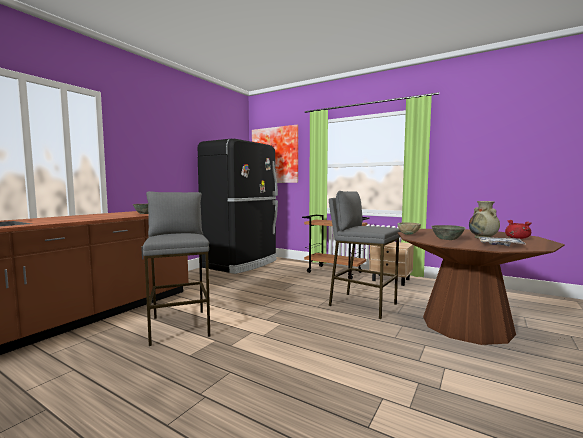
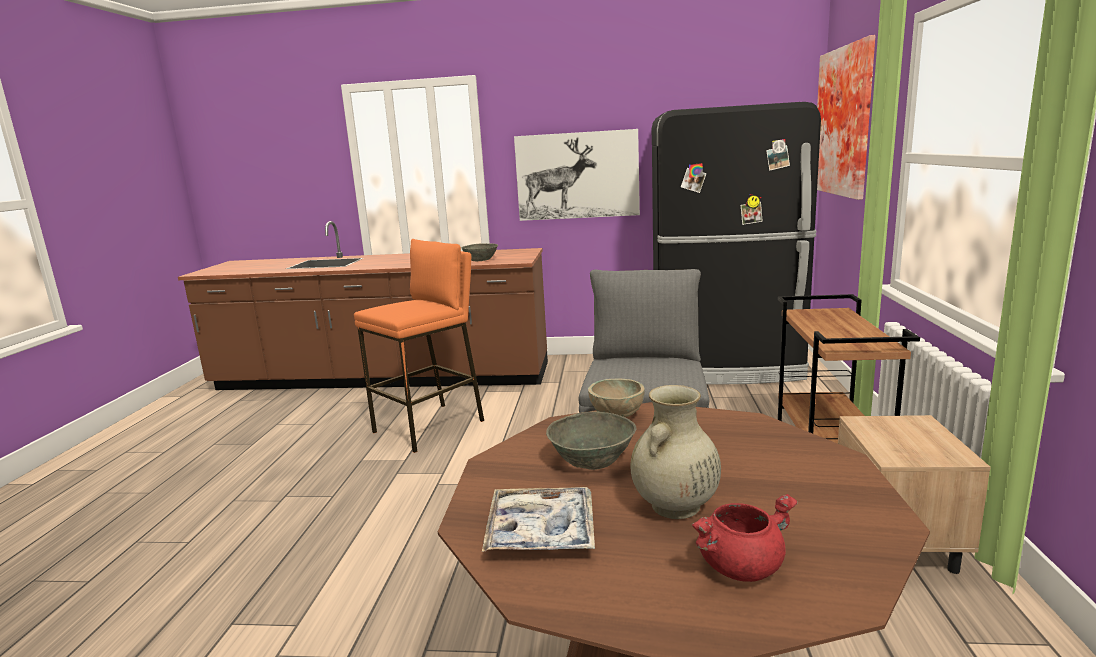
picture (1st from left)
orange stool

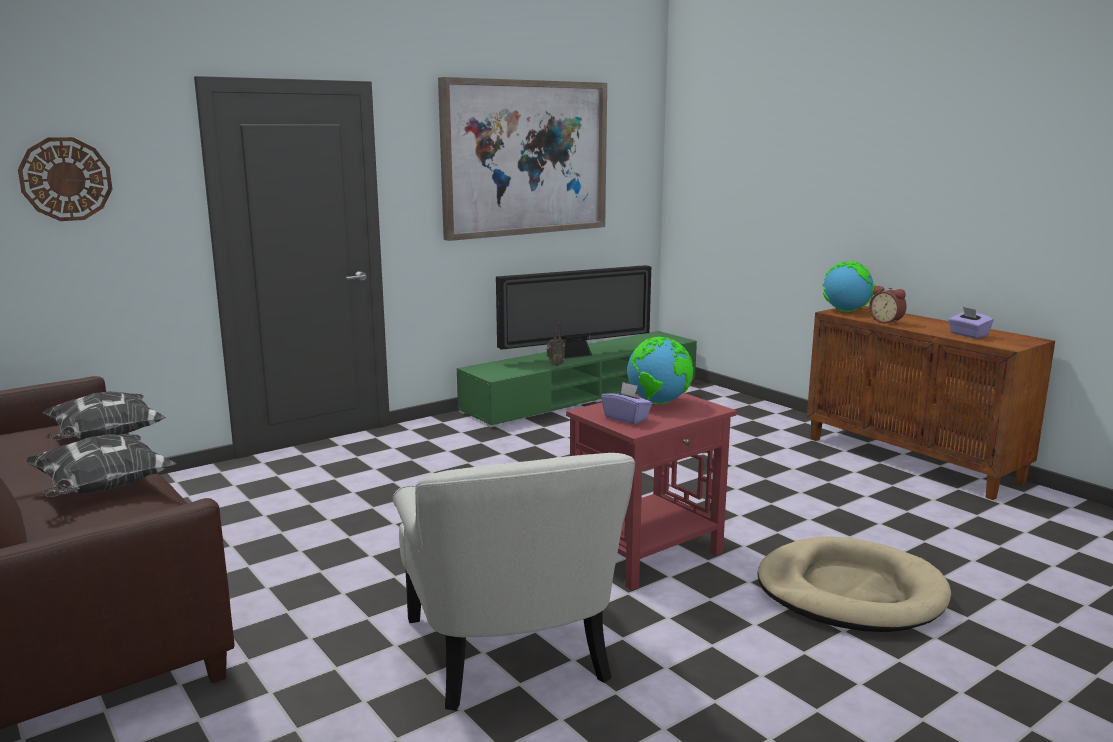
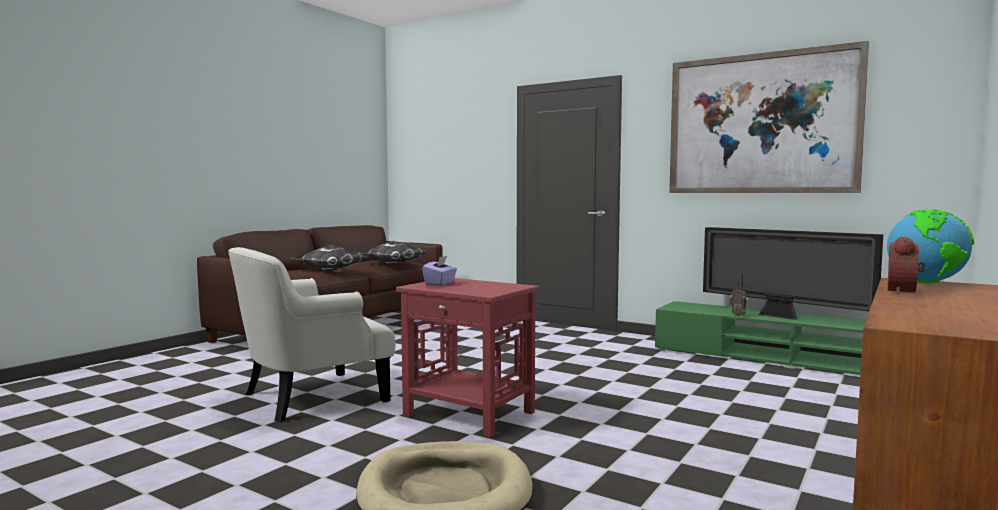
hanging clock
desk globe (1st from left in the first image)
purple-coloured tissue holder (2nd from left in the first image)

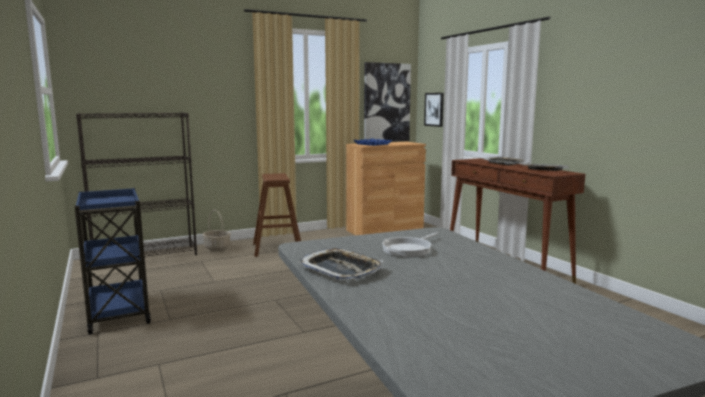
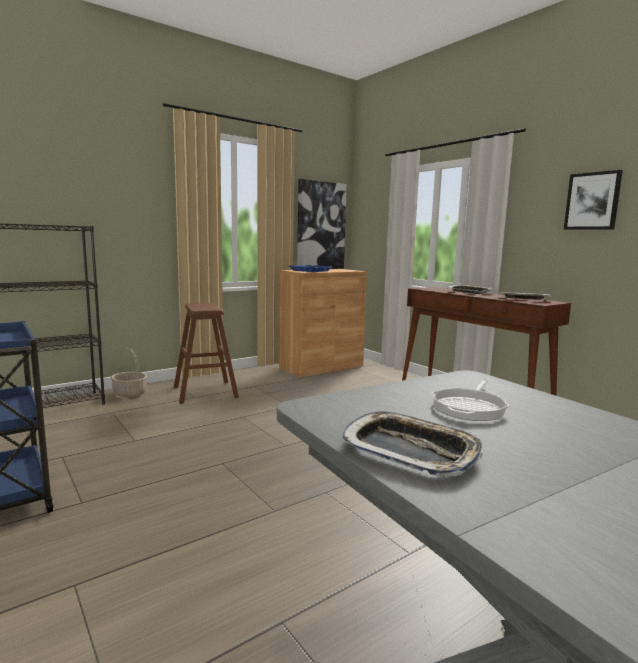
picture (2nd from left)

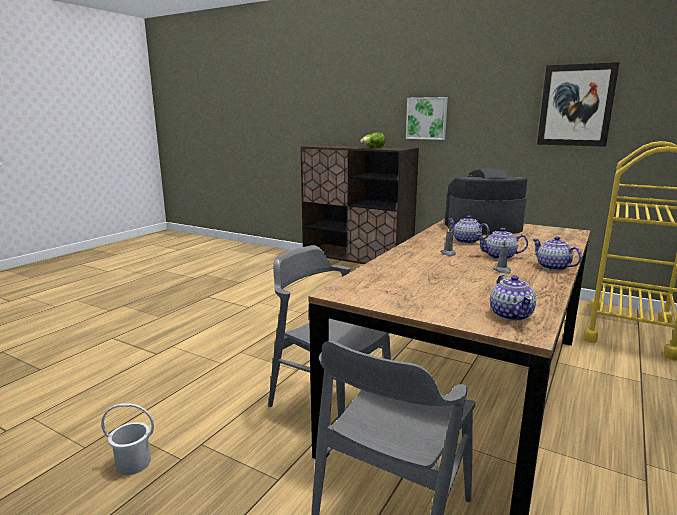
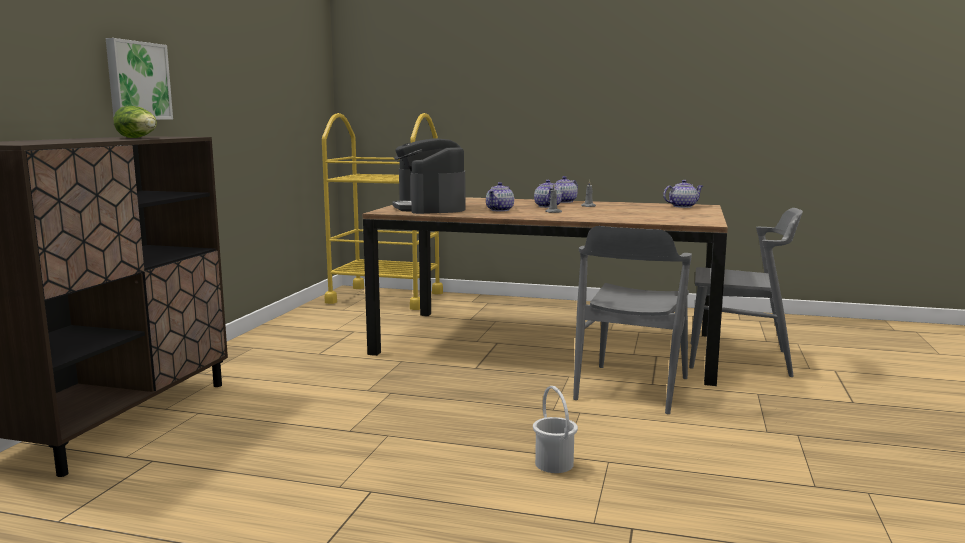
picture (2nd from left in the first image)
white bucket

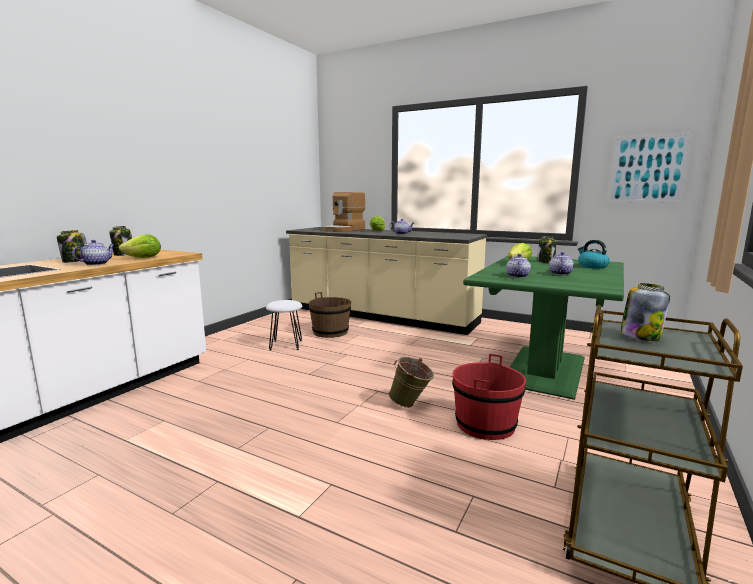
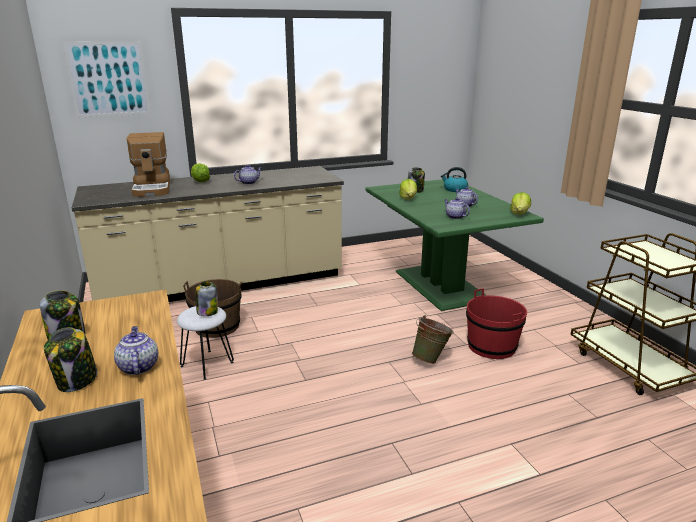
lettuce (3rd from left)
picture
jar (3rd from left)

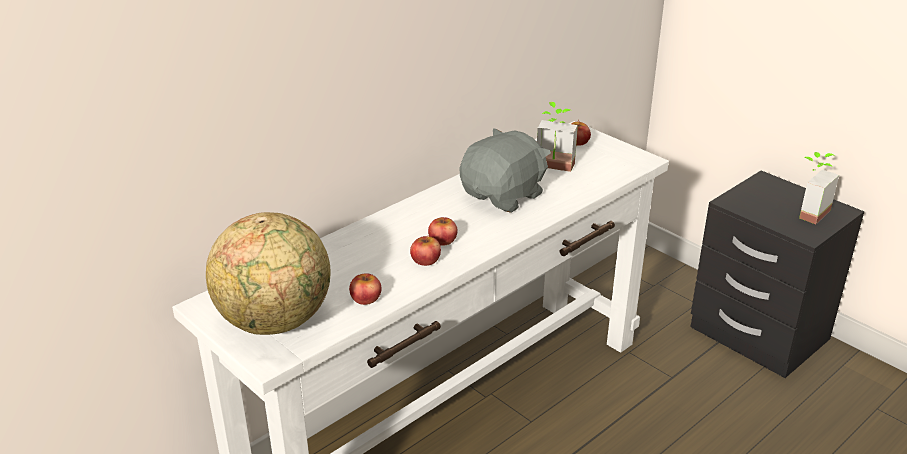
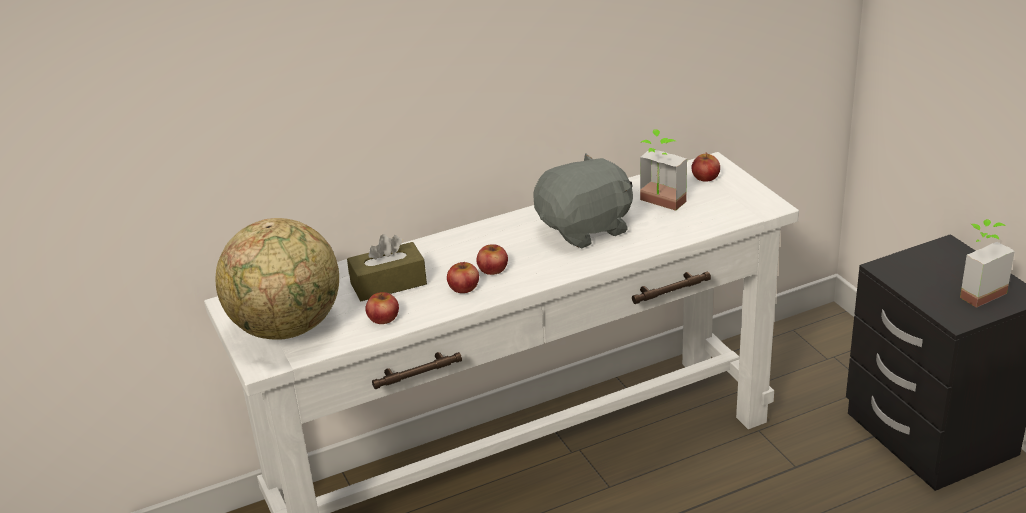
brownish tissue holder

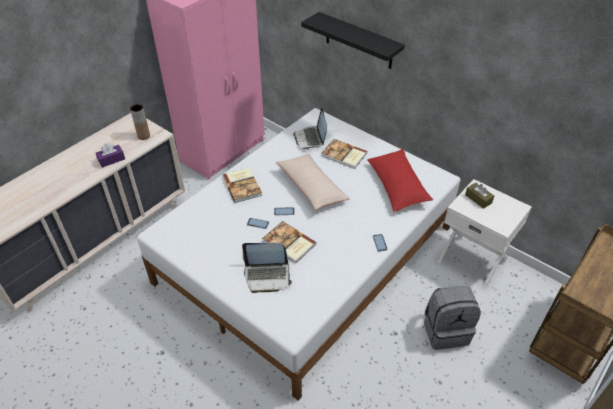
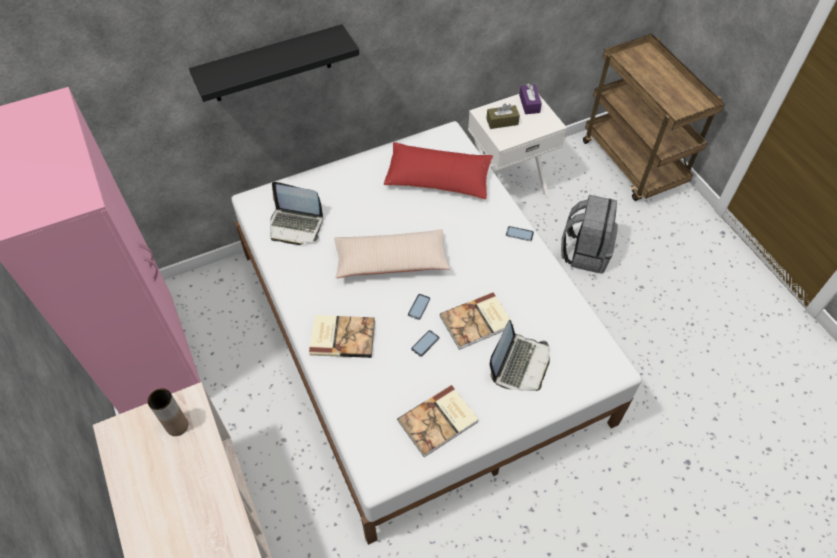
purple-coloured tissue holder
bound book (2nd from left)

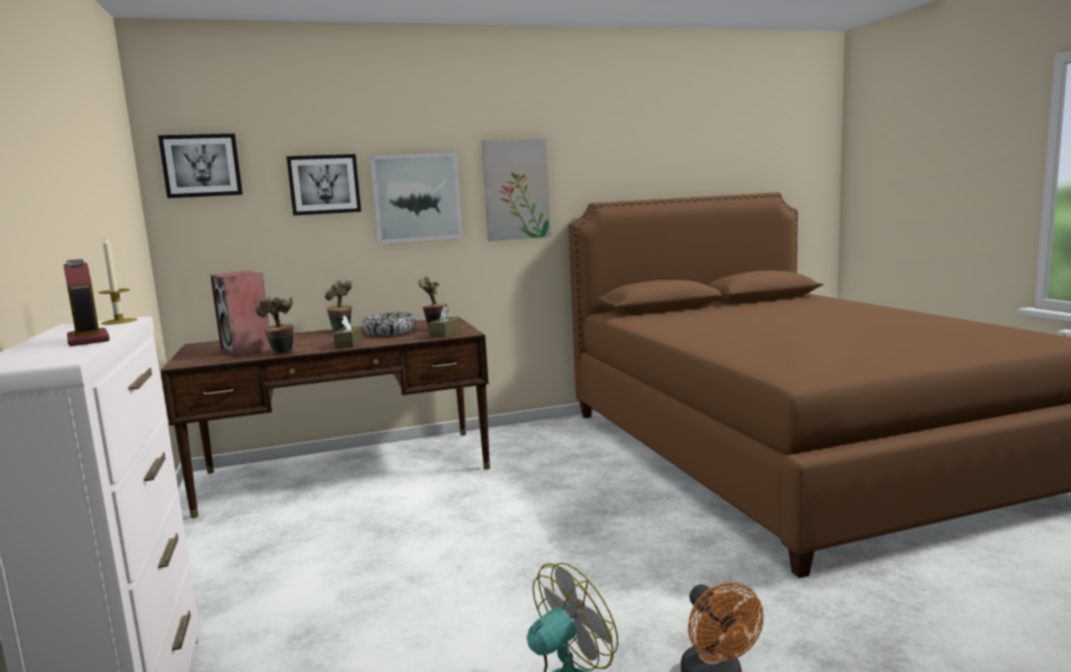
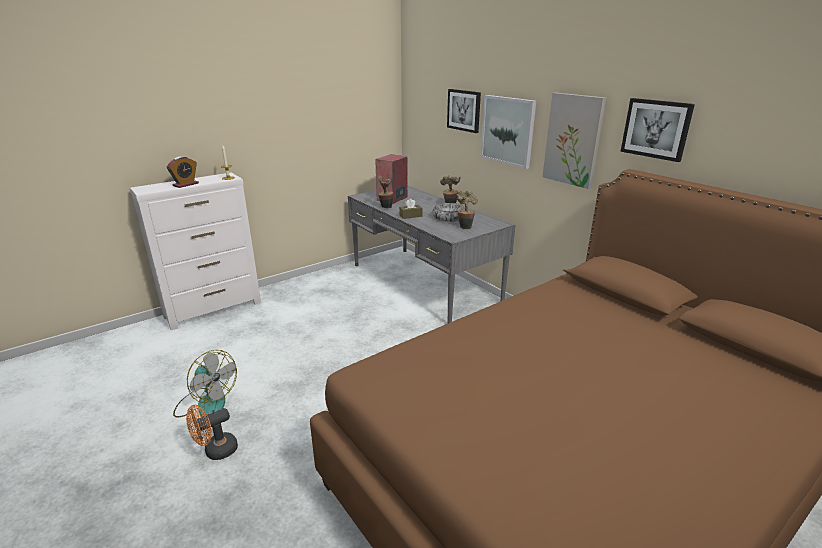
brownish tissue holder (2nd from left in the first image)
picture (4th from left)
grey desk unit

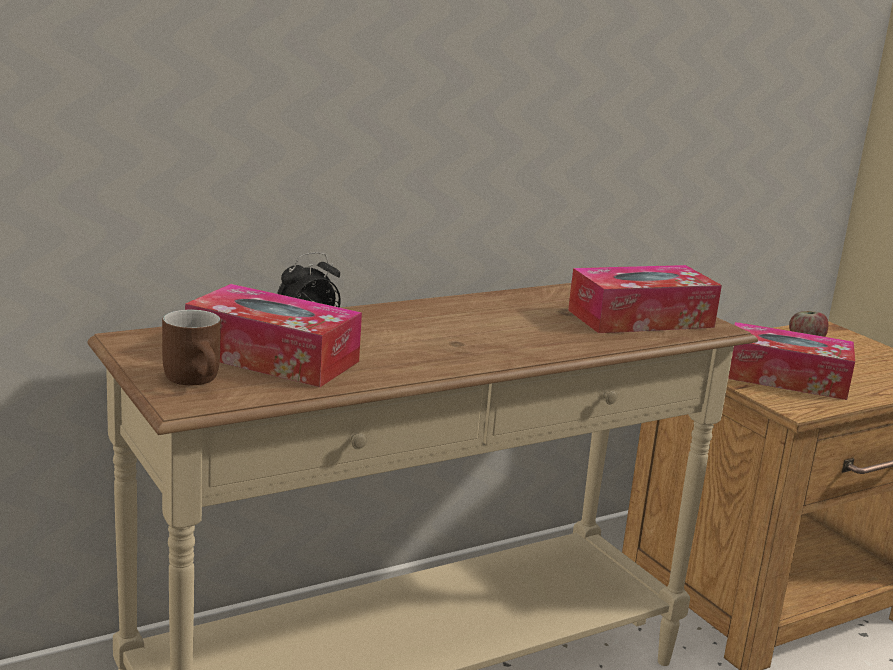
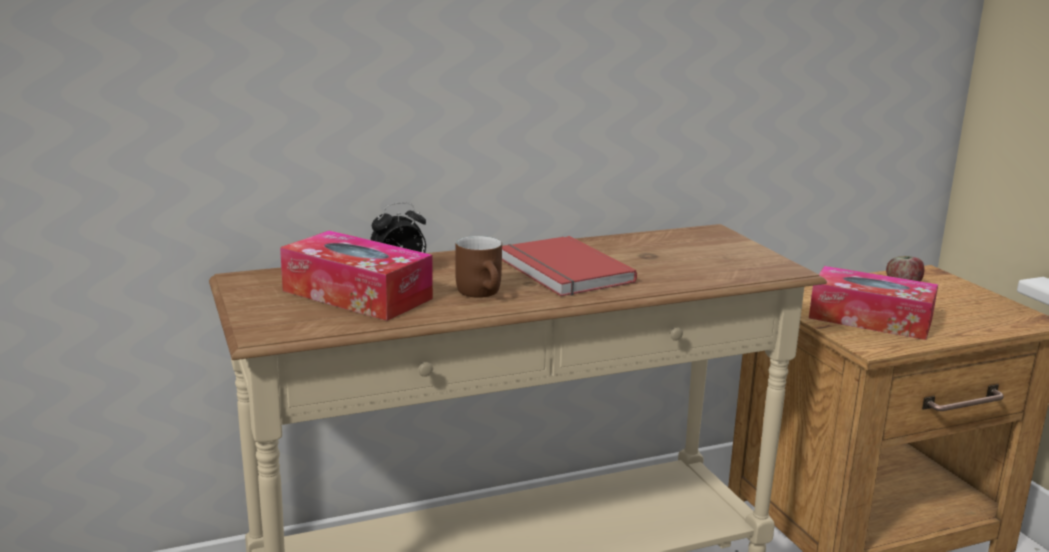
tissue holder (2nd from left in the first image)
red bound book
brownish coffee mug

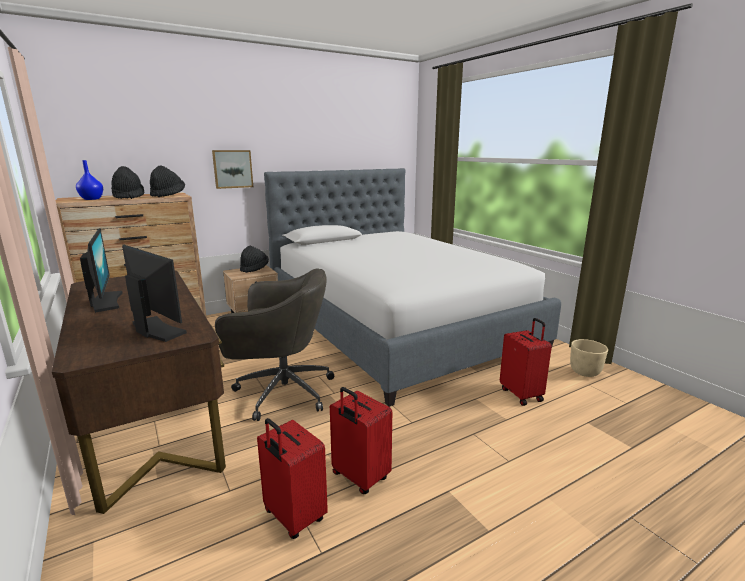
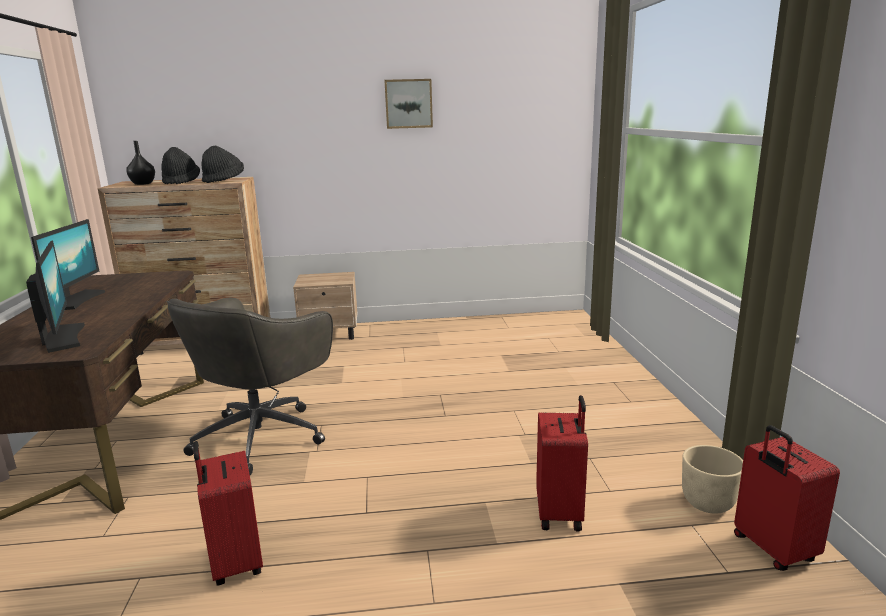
black wearable hat (3rd from left in the first image)
bedroom bed
picture
red travel case (3rd from left)
black flower vase
grey office chair

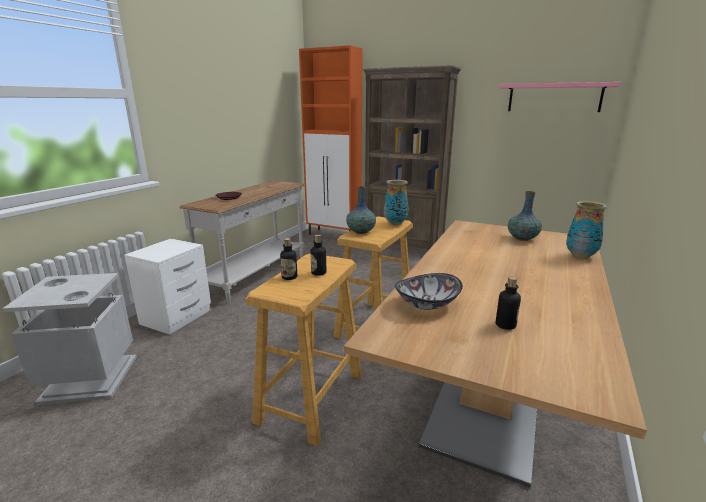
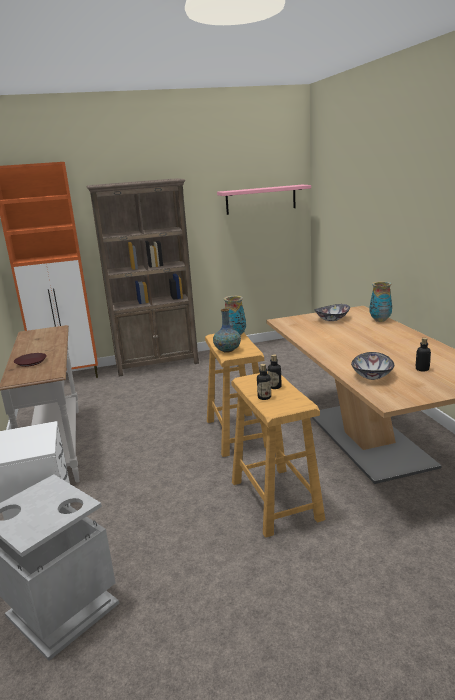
deep dish (1st from left)

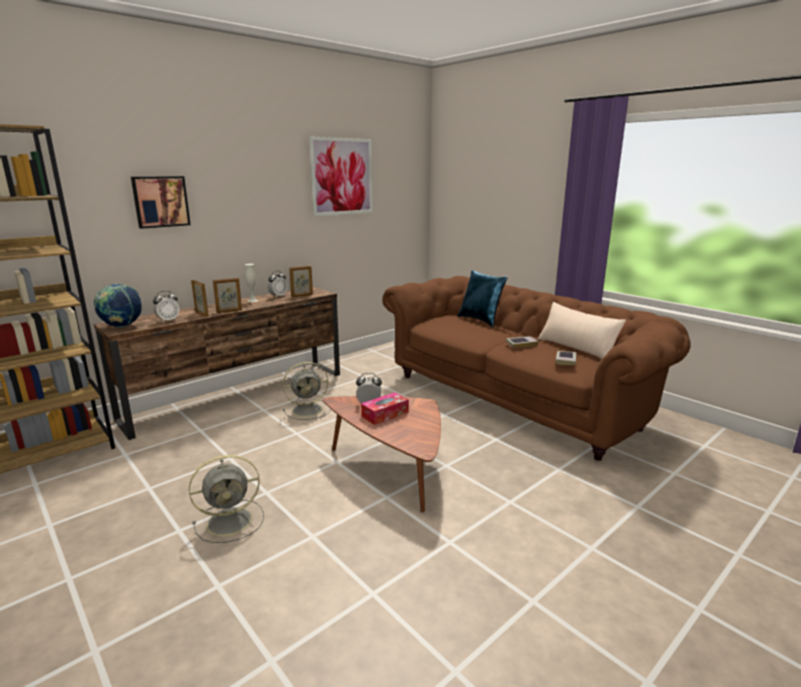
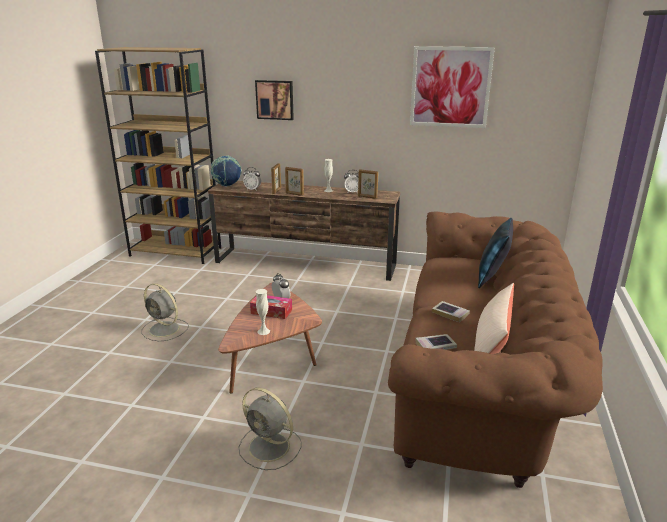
white flower vase (1st from left)
grey electric fan (2nd from left)

